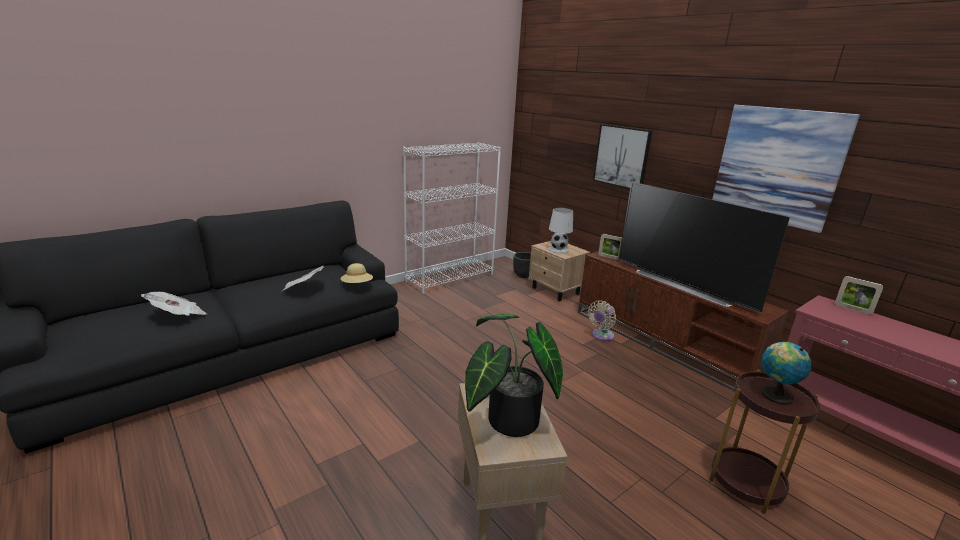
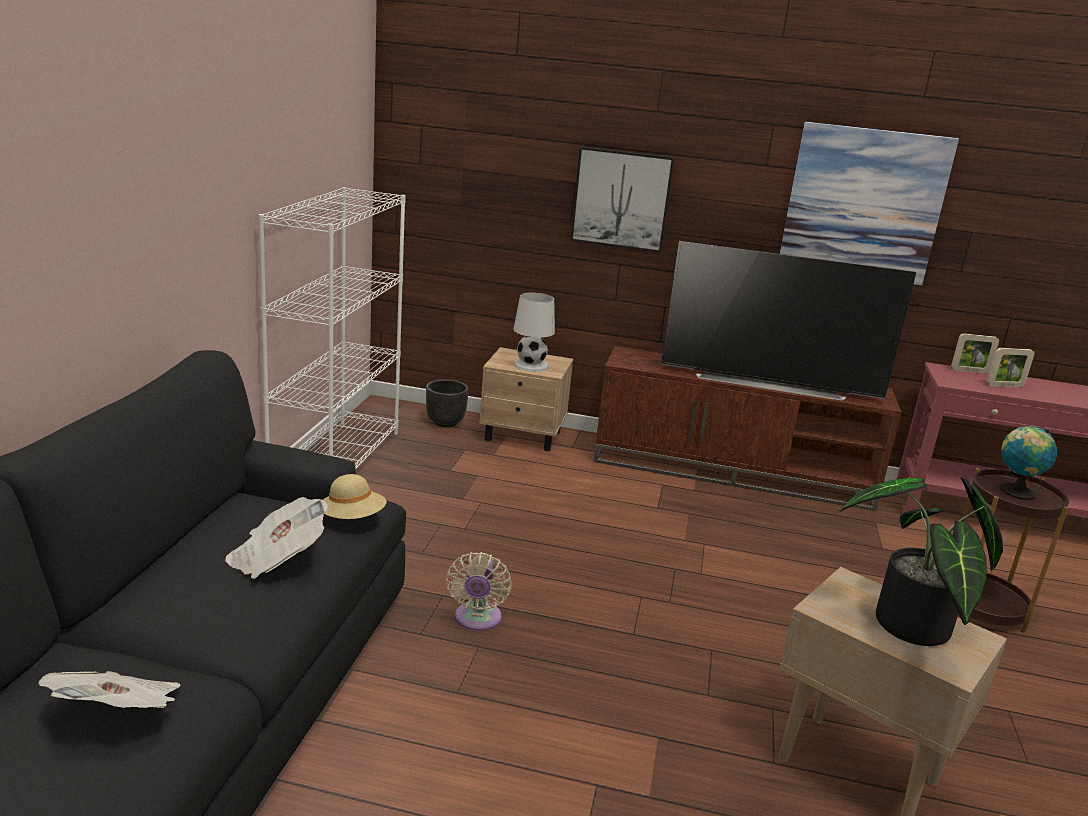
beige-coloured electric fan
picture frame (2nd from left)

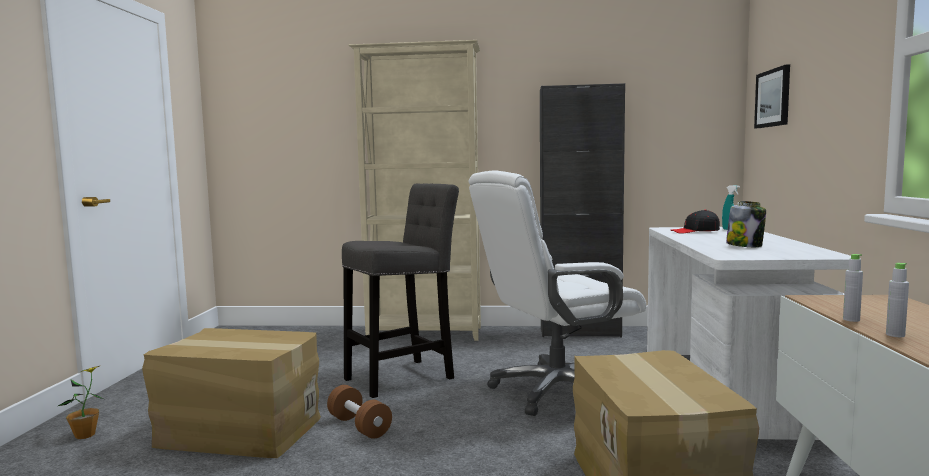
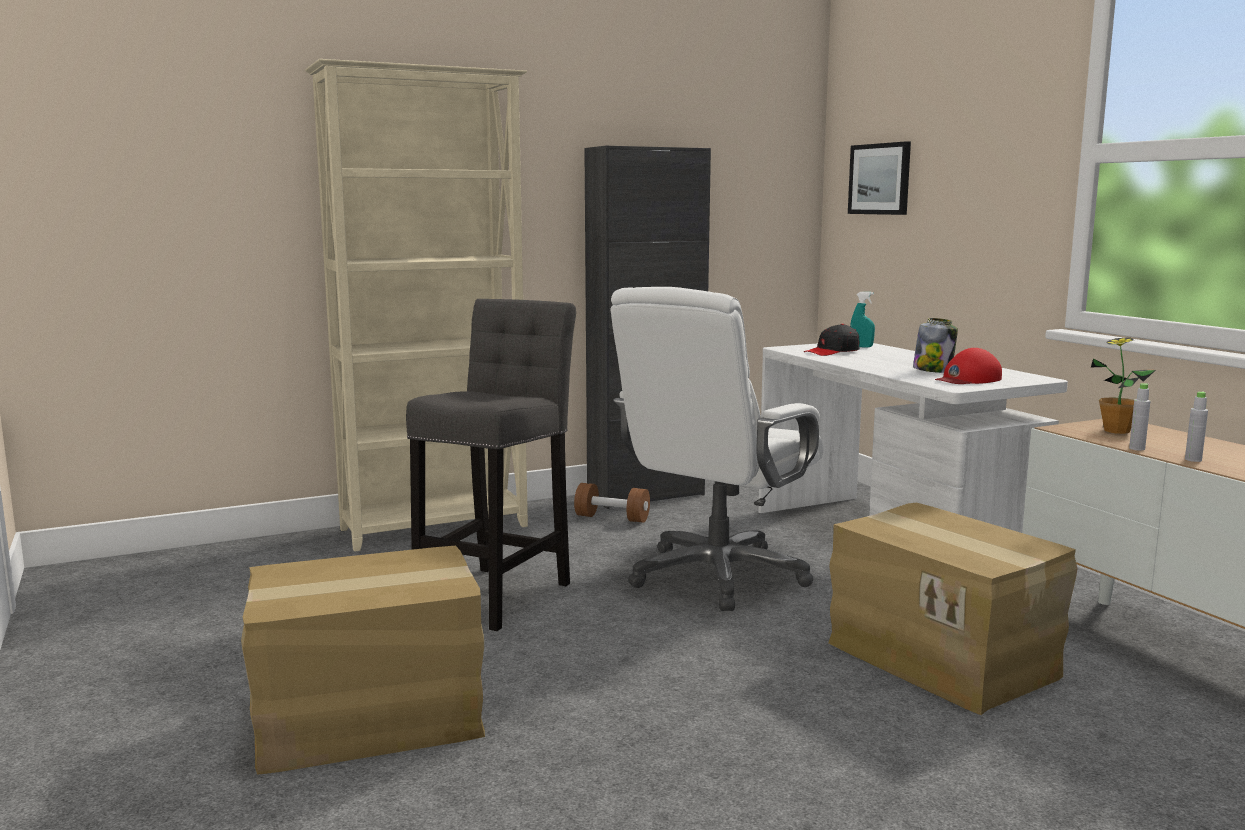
red baseball cap
plant in a pot
brownish free weight

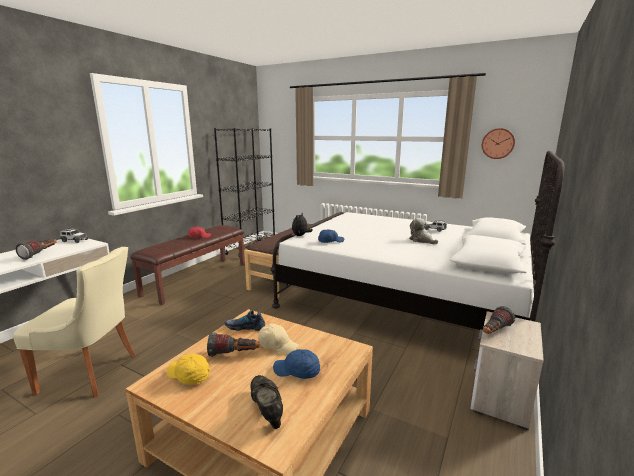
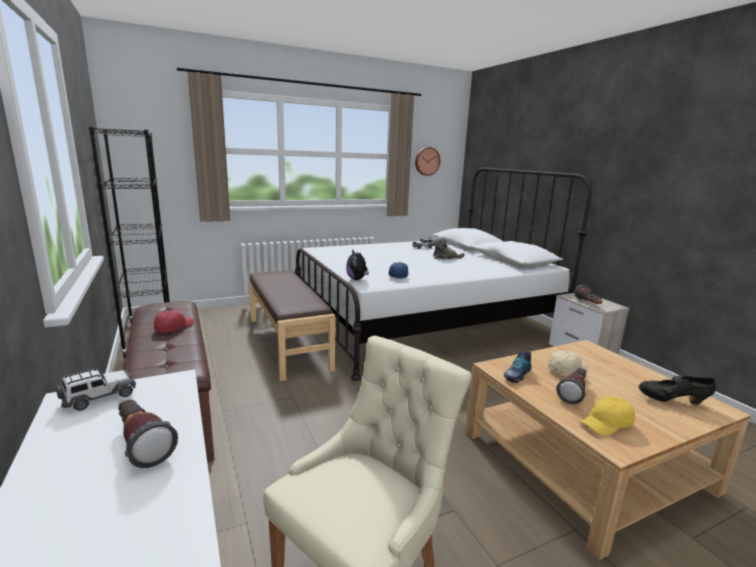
blue baseball cap (1st from left in the first image)

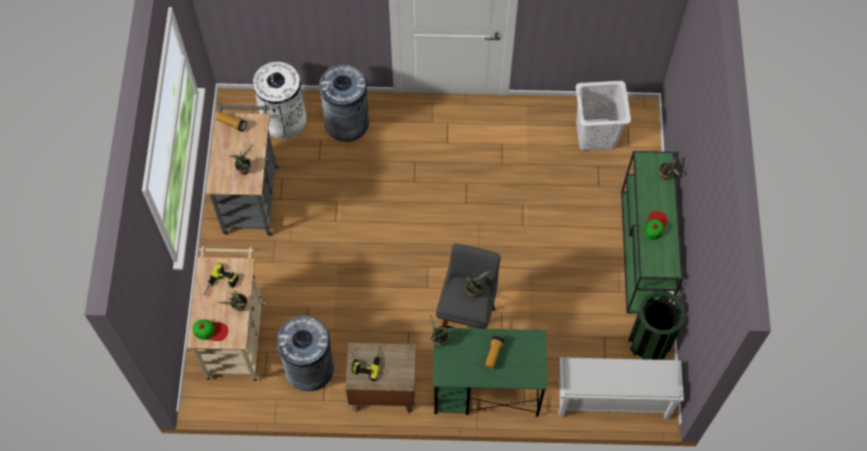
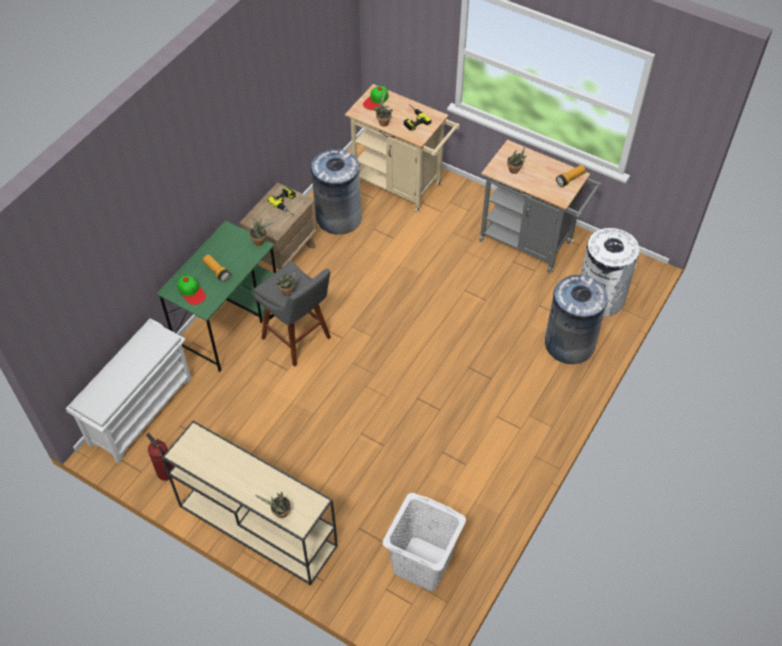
baseball cap (1st from left)
extinguisher
beige-coloured narrow table

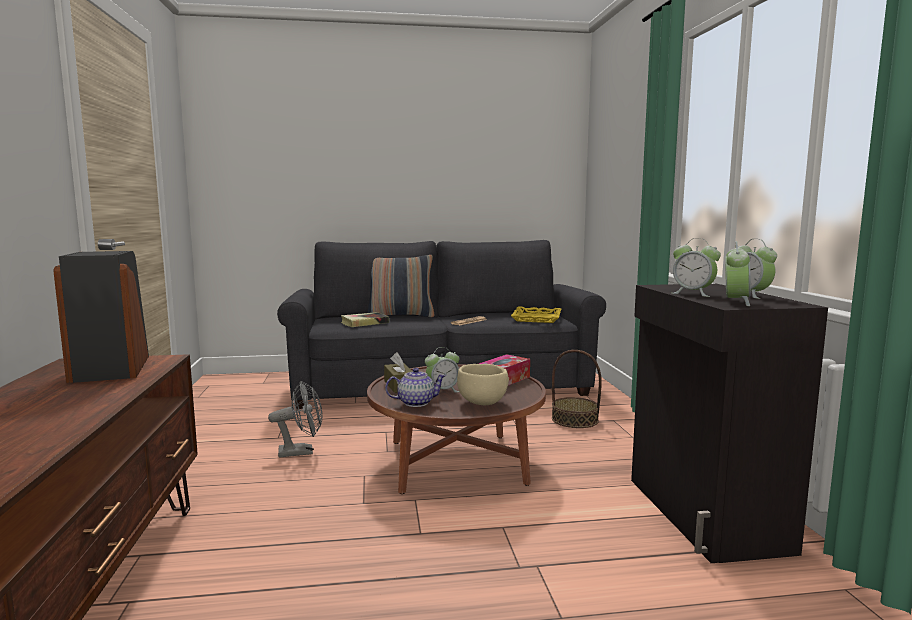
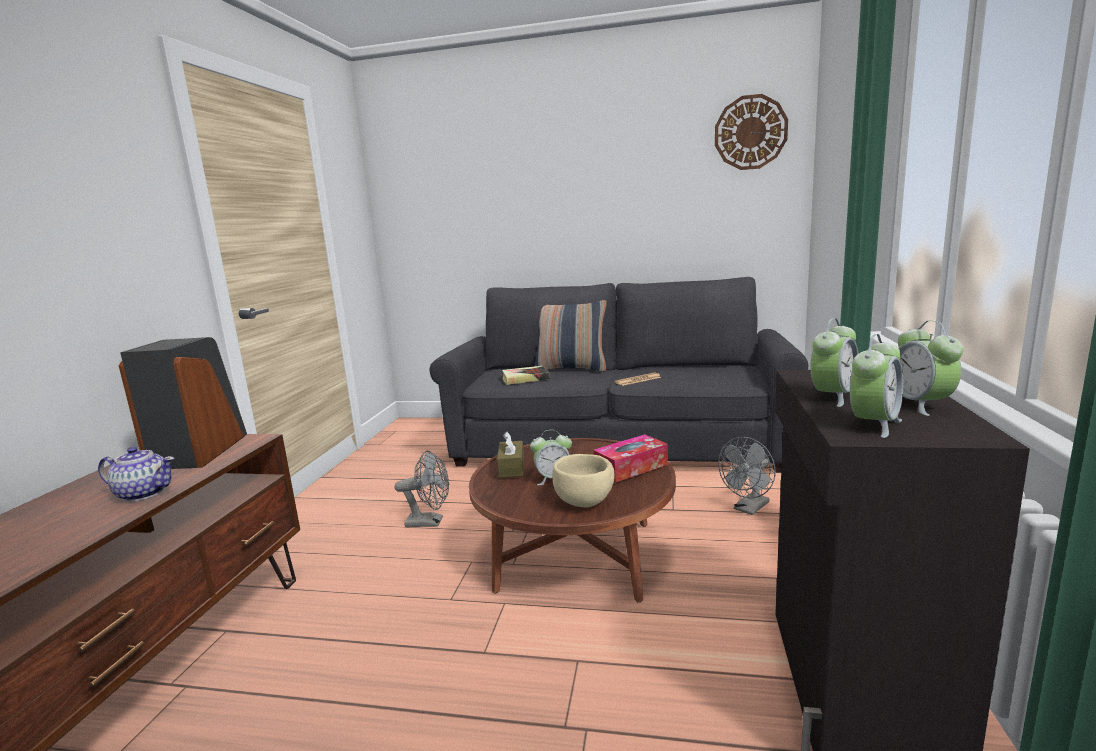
yellow tray
hanging clock
pot for tea
grey electric fan (2nd from left)
bedside clock (2nd from left)

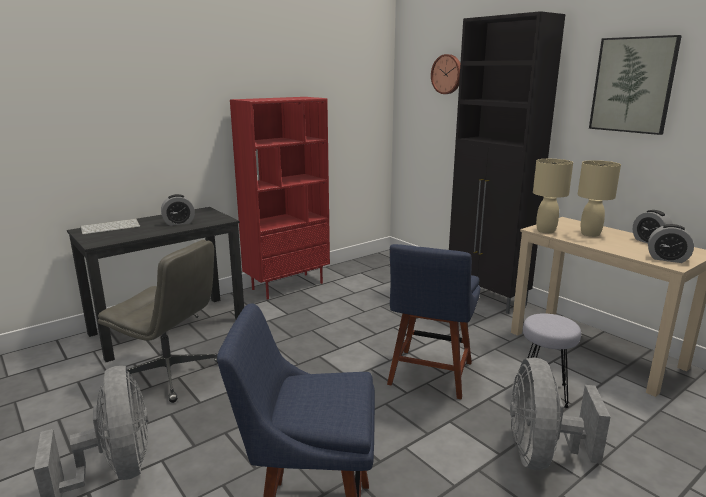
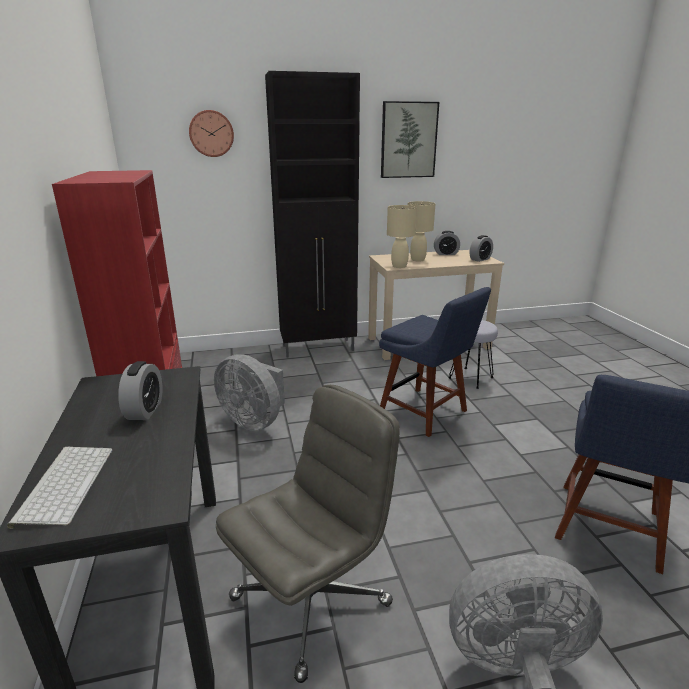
grey electric fan (1st from left)

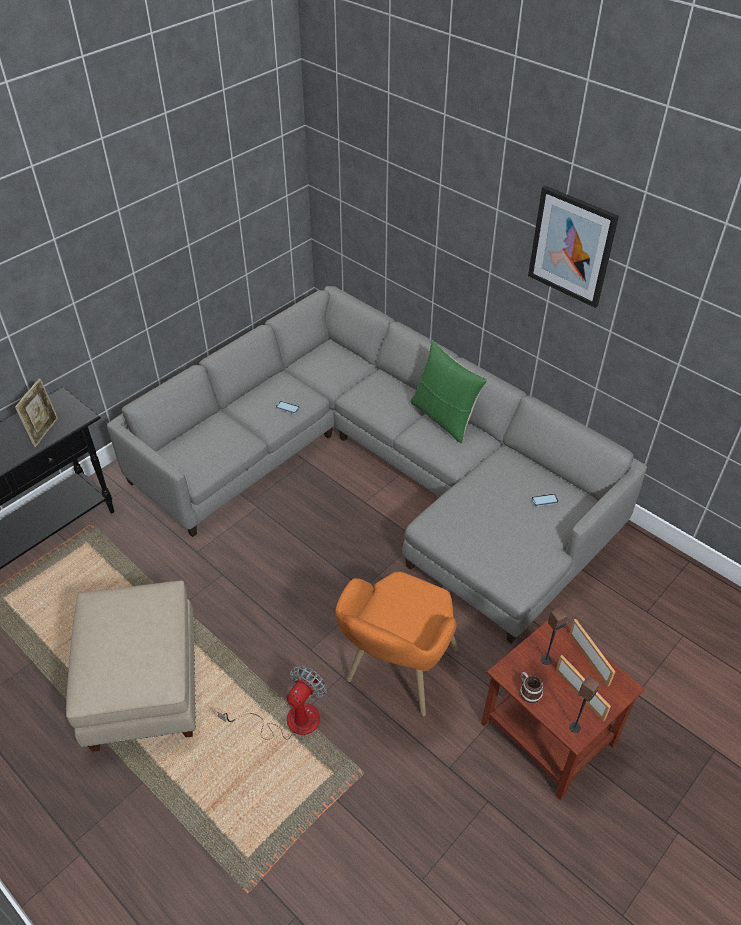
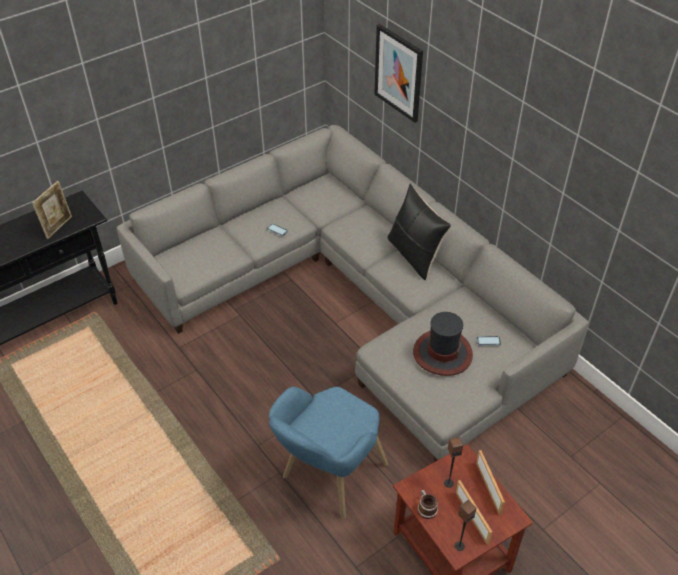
beige-coloured footrest
electric fan
wearable hat
picture
blue armchair
black pillow

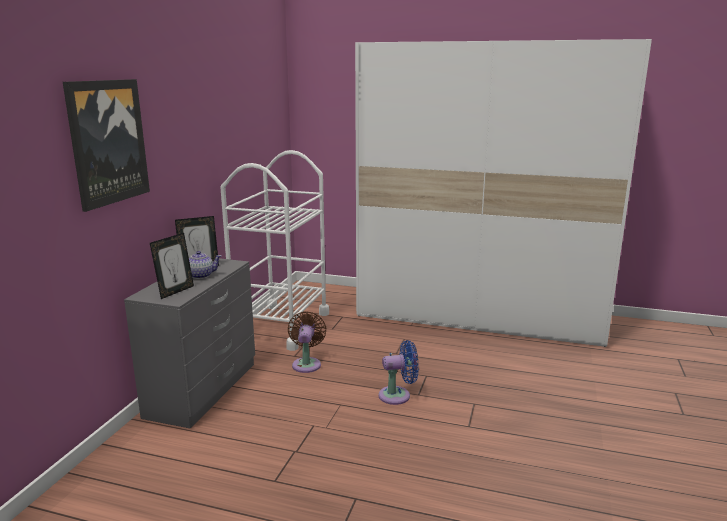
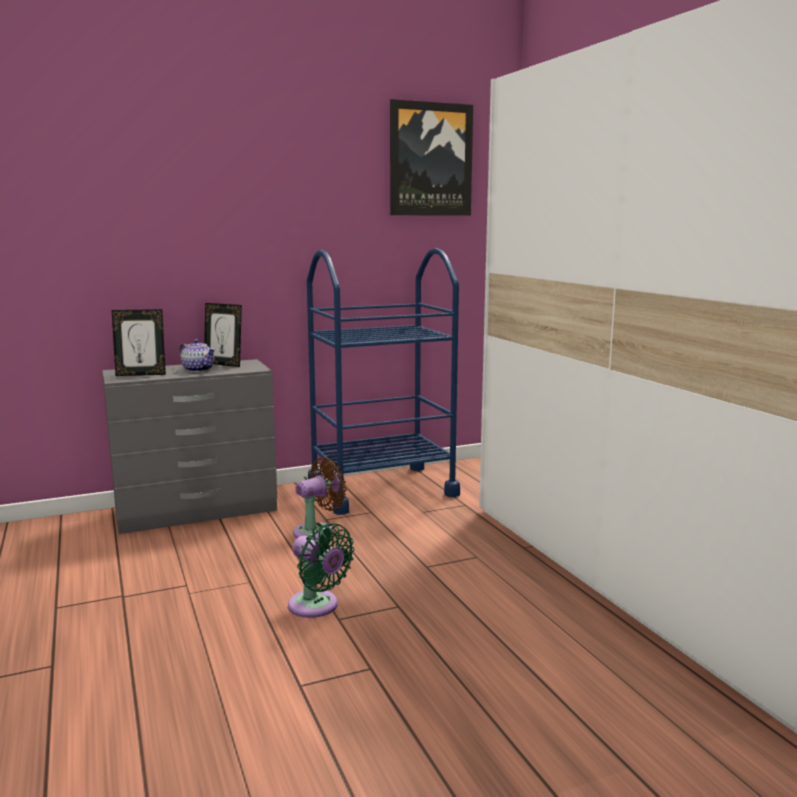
picture
blue wheeled cart
greenish electric fan

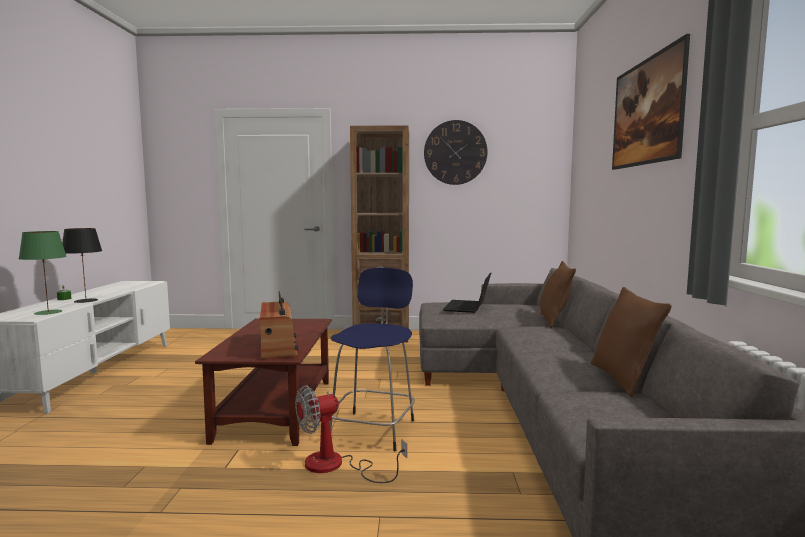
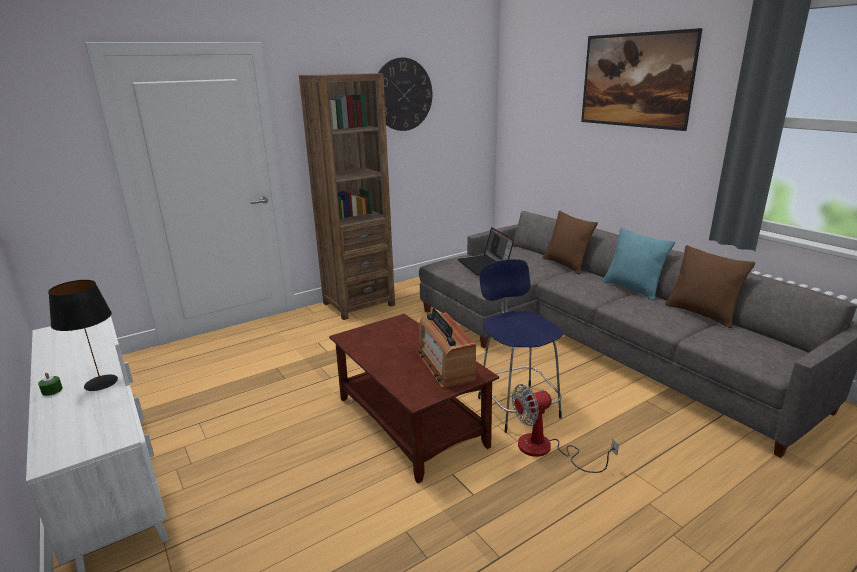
greenish tabletop lamp
blue-green pillow
radio
electric fan

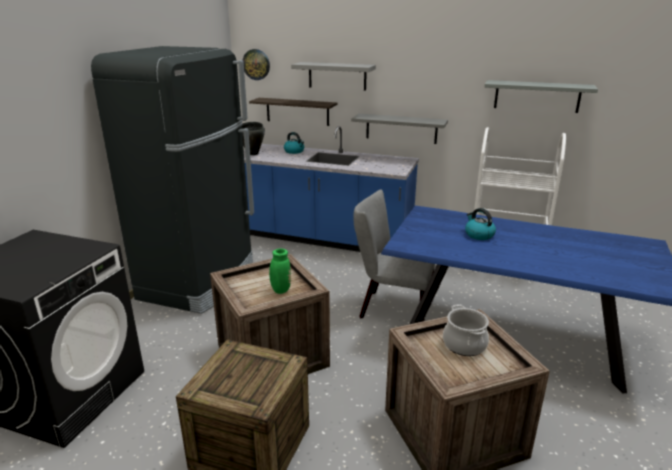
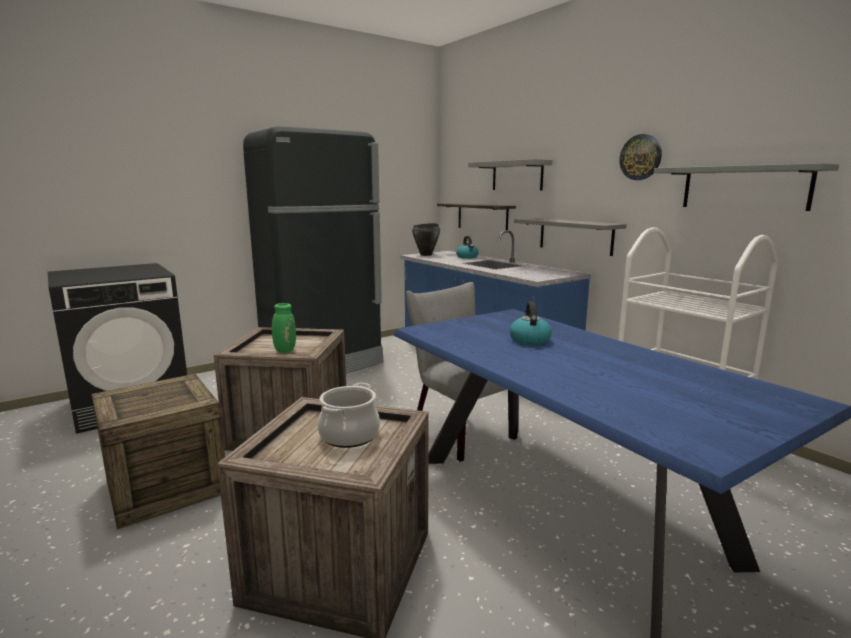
hanging clock

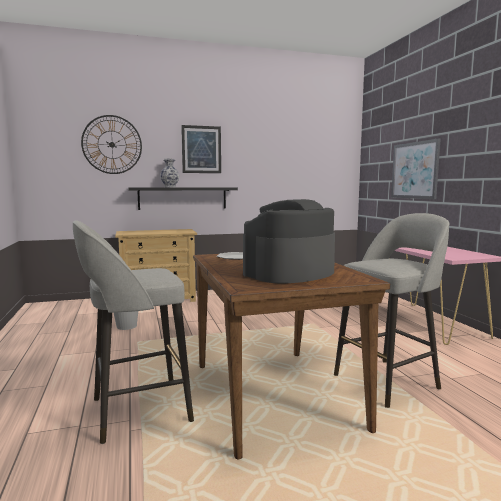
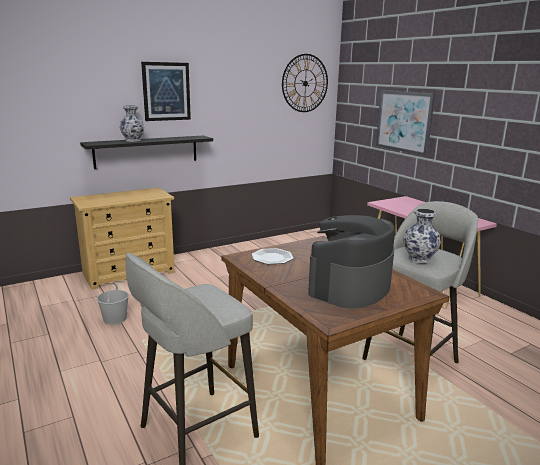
flower vase (2nd from left)
hanging clock

